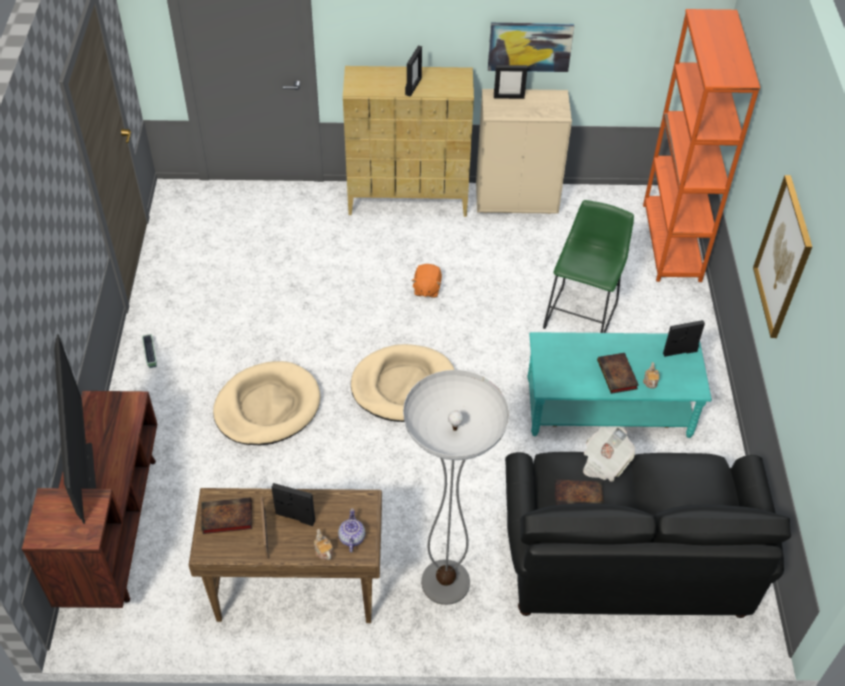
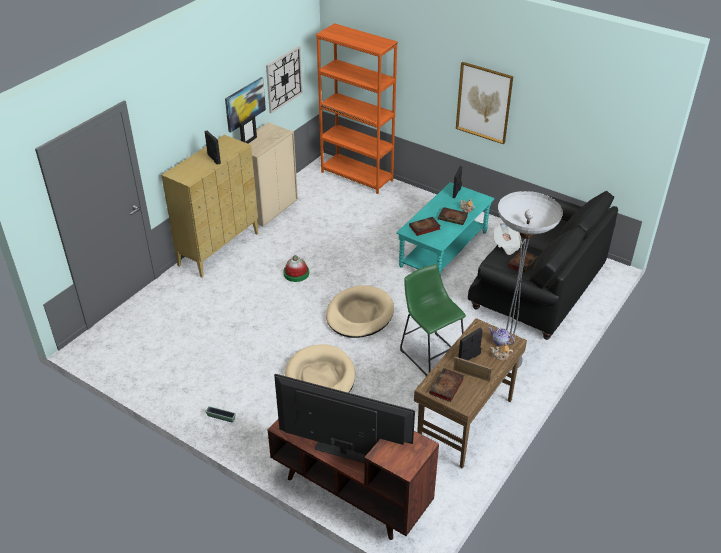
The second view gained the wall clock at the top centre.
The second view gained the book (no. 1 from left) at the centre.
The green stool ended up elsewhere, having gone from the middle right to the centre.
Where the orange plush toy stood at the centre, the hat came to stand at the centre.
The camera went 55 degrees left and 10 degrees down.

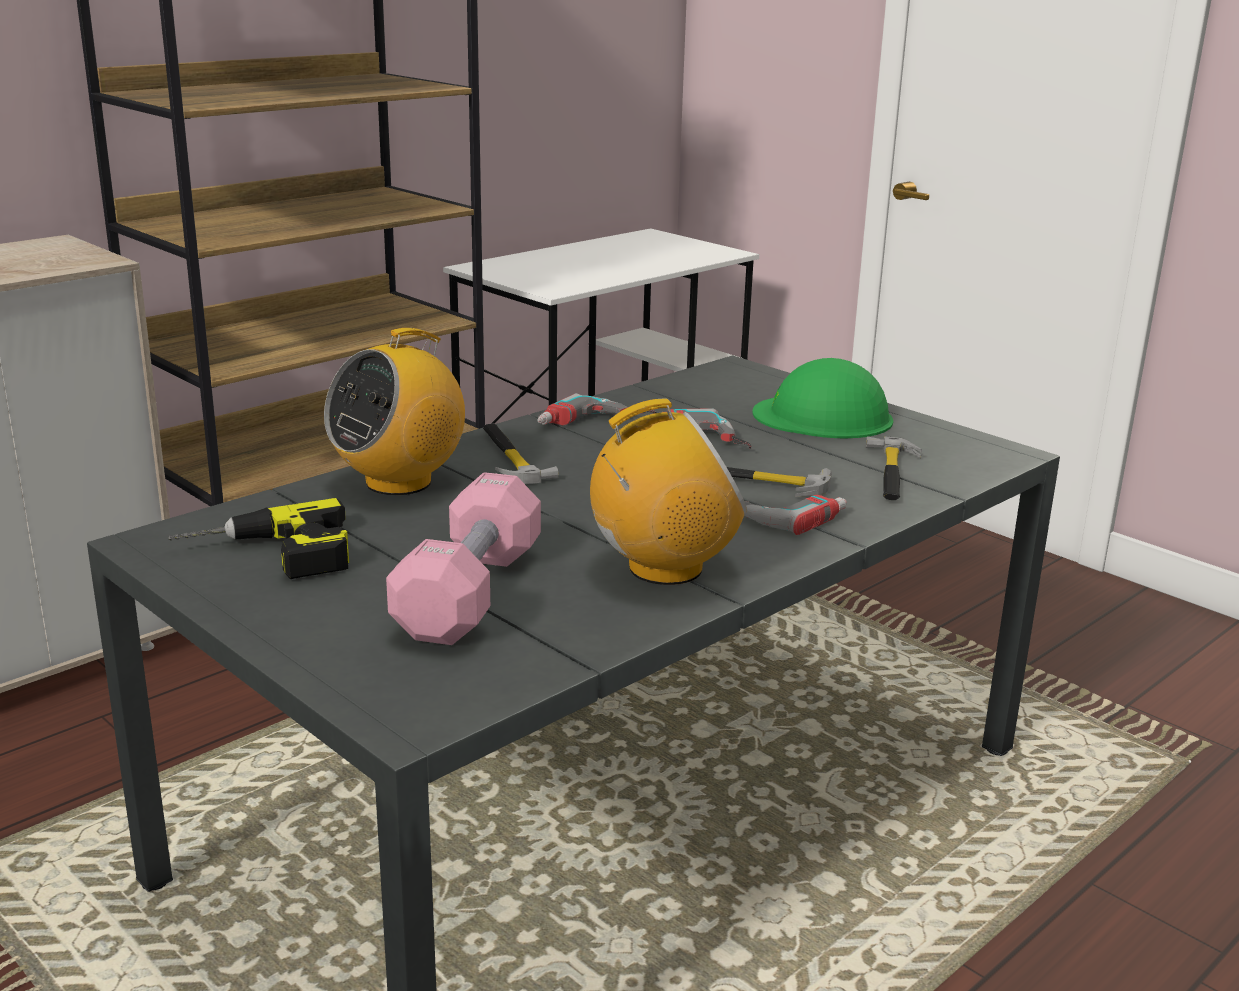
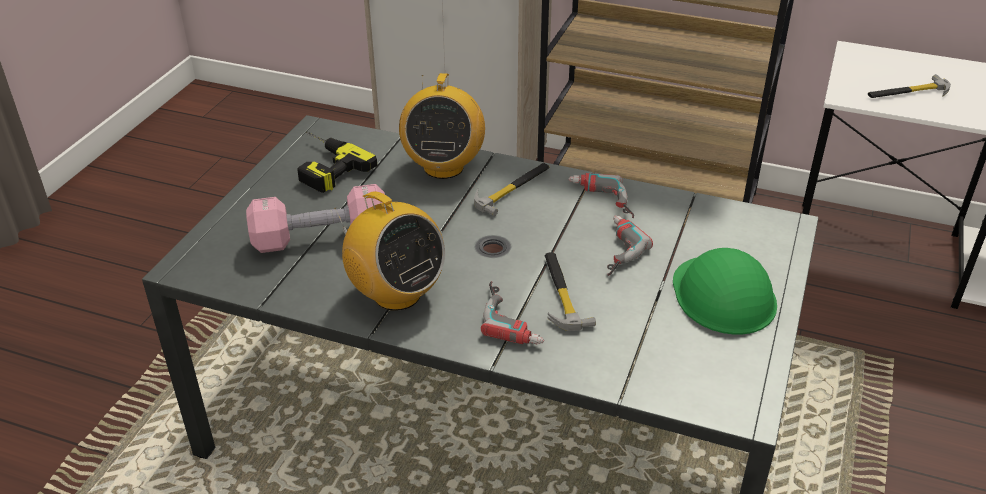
The hammer (no. 3 from left) ended up elsewhere, having gone from the middle right to the top right.
The radio (no. 1 from left in the first image) at the middle left ended up facing another way, 105 degrees counterclockwise from before.
The camera went 65 degrees right and 15 degrees up.

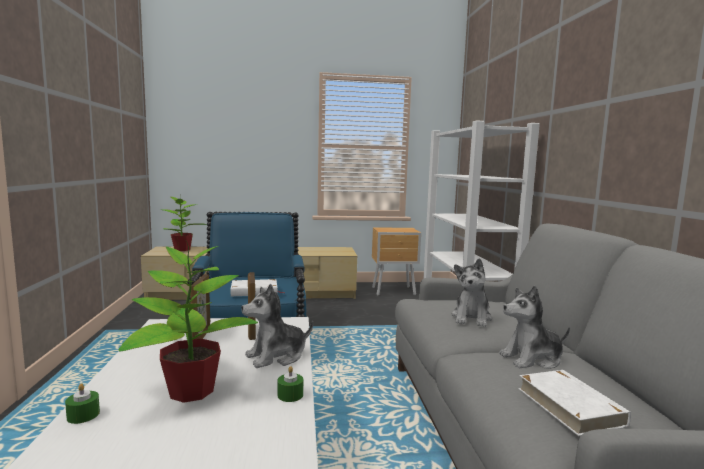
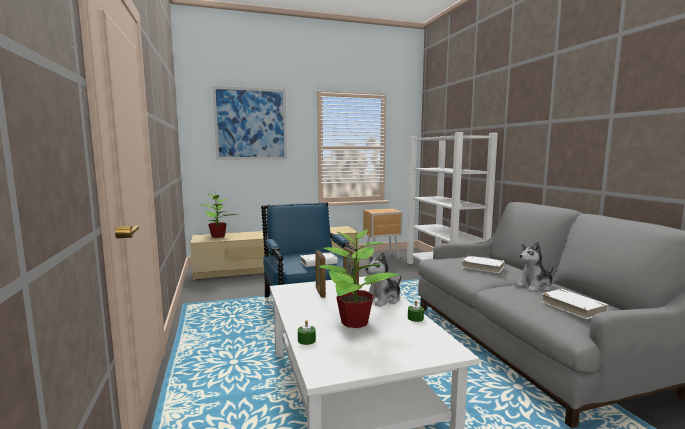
The second view gained the picture at the top centre.
Where the plush toy (no. 2 from left) stood at the middle right, the white book (no. 2 from left) came to stand at the middle right.
The camera went 10 degrees left and 0 degrees up.

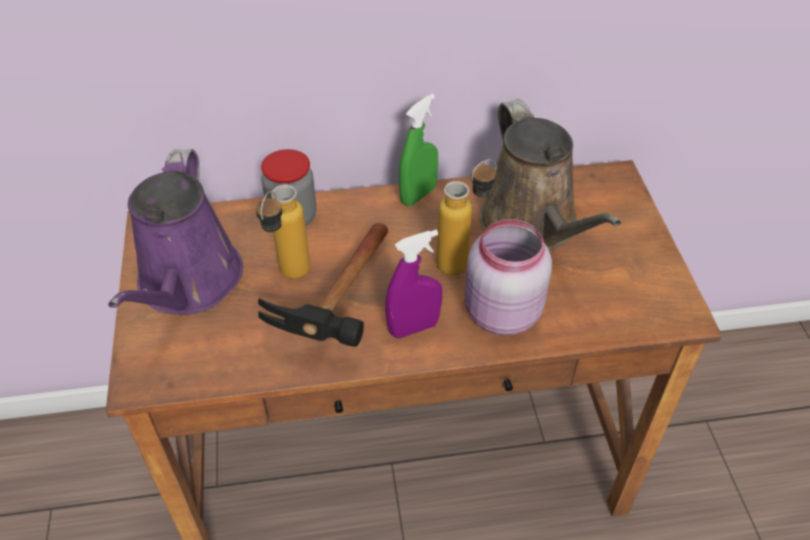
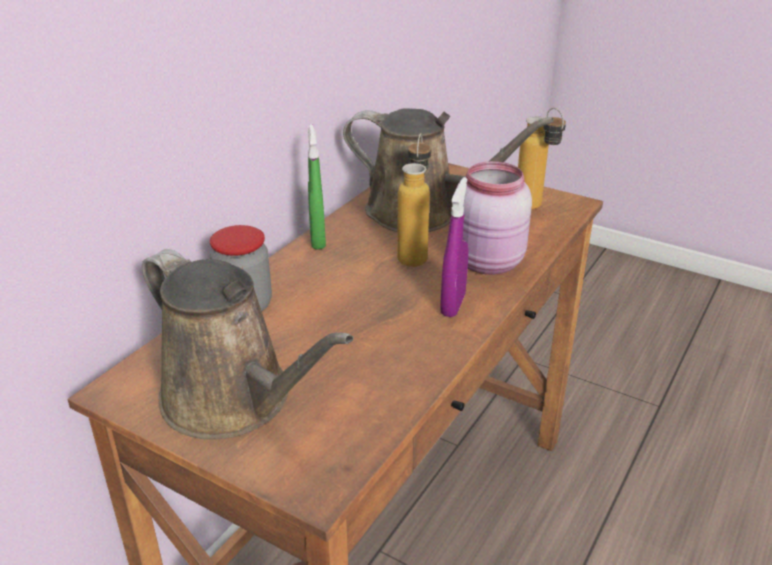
The second view lost the hammer at the centre.
The bottle (no. 1 from left in the first image) ended up elsewhere, having gone from the centre to the top right.
What was the purple watering can at the middle left turned into the brown watering can (no. 1 from left) at the middle left.
The camera went 50 degrees left and 15 degrees down.

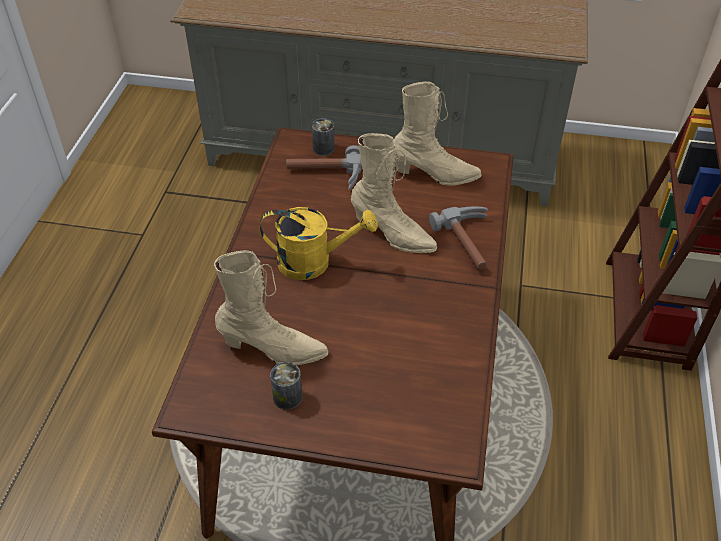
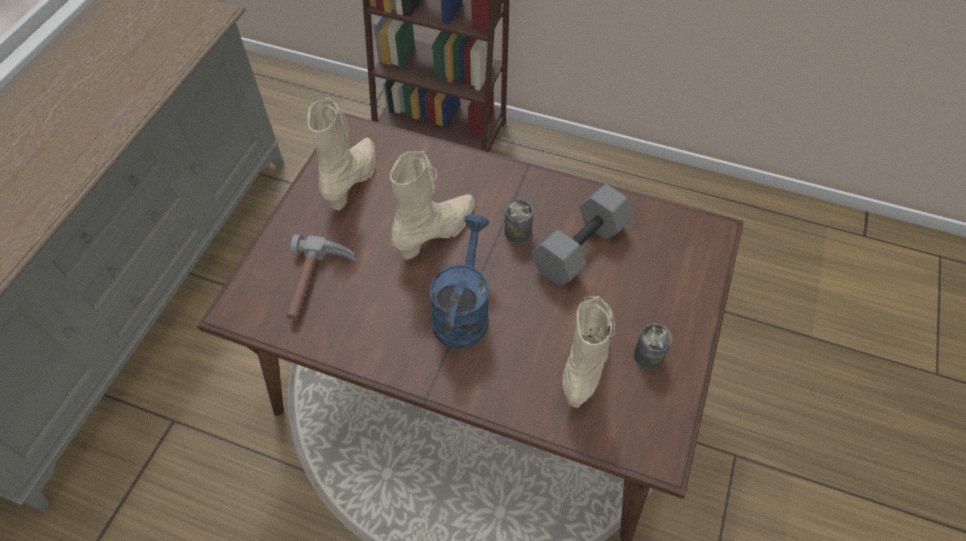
The second view lost the hammer (no. 2 from left) at the centre.
The second view gained the grey dumbbell at the centre.
The can (no. 2 from left in the first image) ended up elsewhere, having gone from the top centre to the centre.
What was the yellow watering can at the centre turned into the blue watering can at the centre.
The camera went 80 degrees left and 10 degrees up.

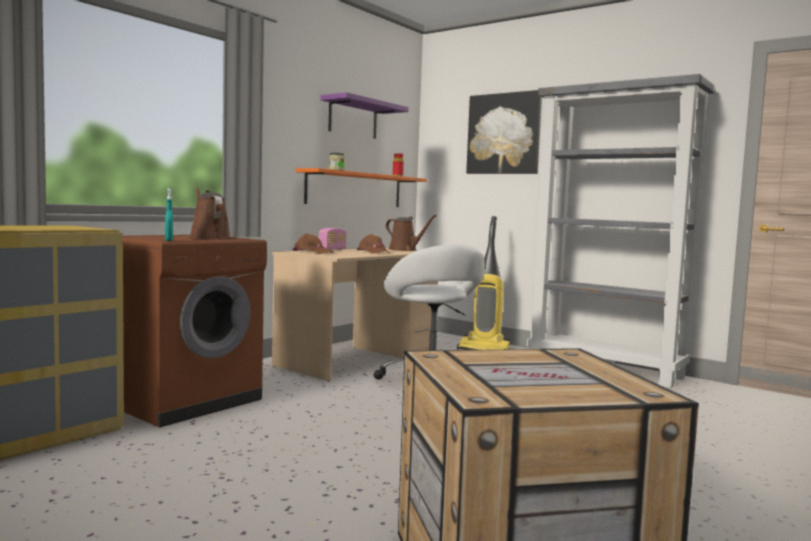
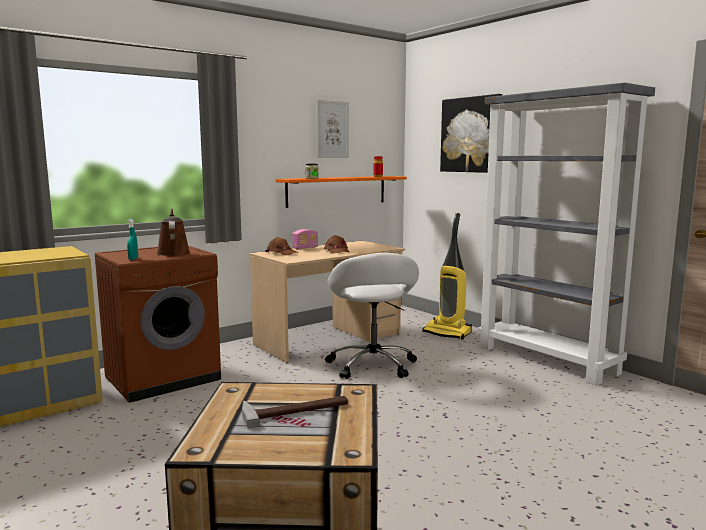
The second view lost the brown watering can (no. 2 from left) at the centre.
The second view gained the hammer at the bottom centre.
Where the purple shelf hung at the top centre, the picture (no. 1 from left) came to hang at the top centre.
The camera went 15 degrees right and 5 degrees up.

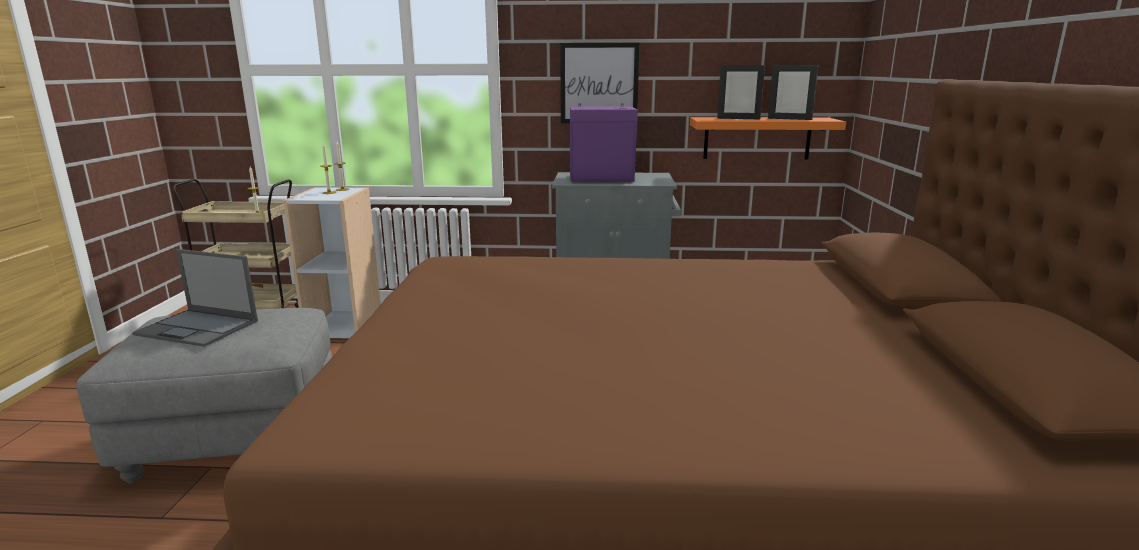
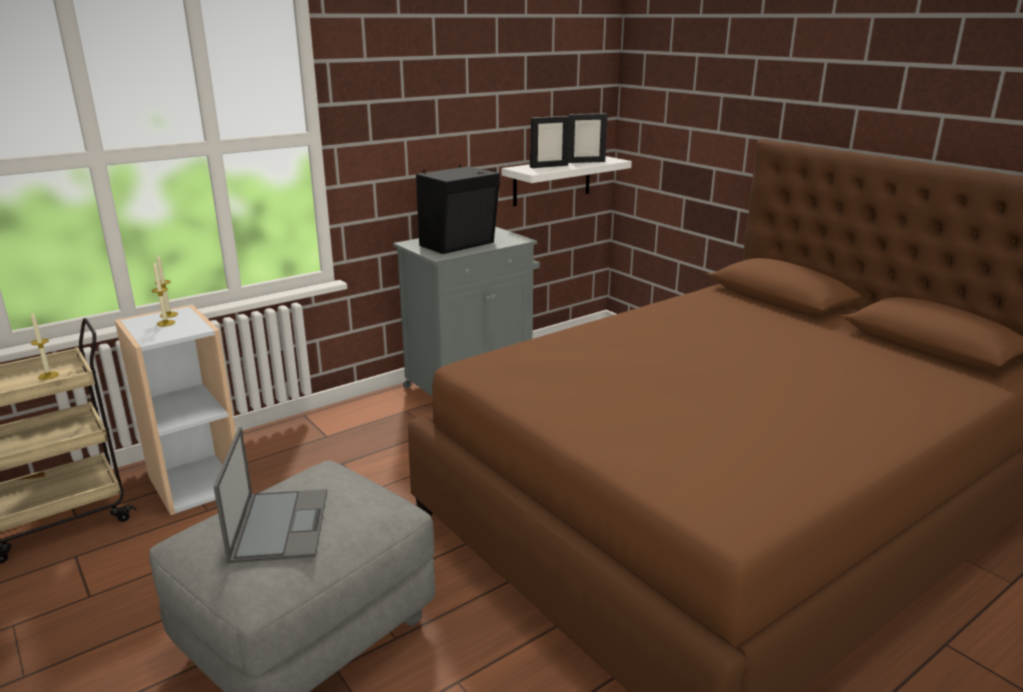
The second view lost the picture at the top centre.
What was the purple speaker at the top centre turned into the black speaker at the top centre.
What was the orange shelf at the top right turned into the white shelf at the top centre.
The laptop at the middle left ended up facing another way, 75 degrees counterclockwise from before.
The camera went 40 degrees left and 5 degrees up.

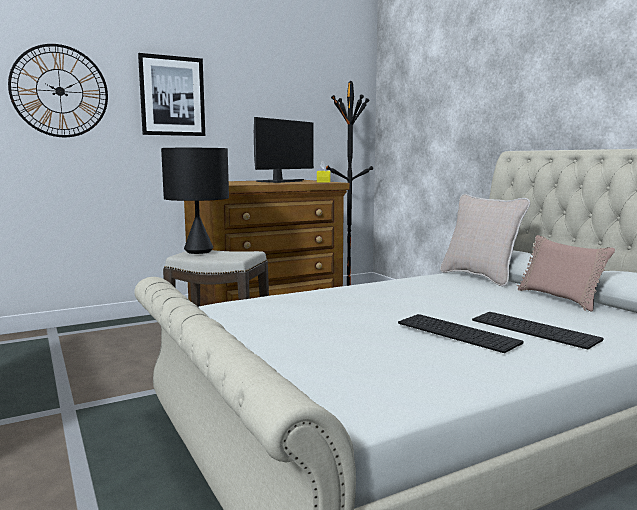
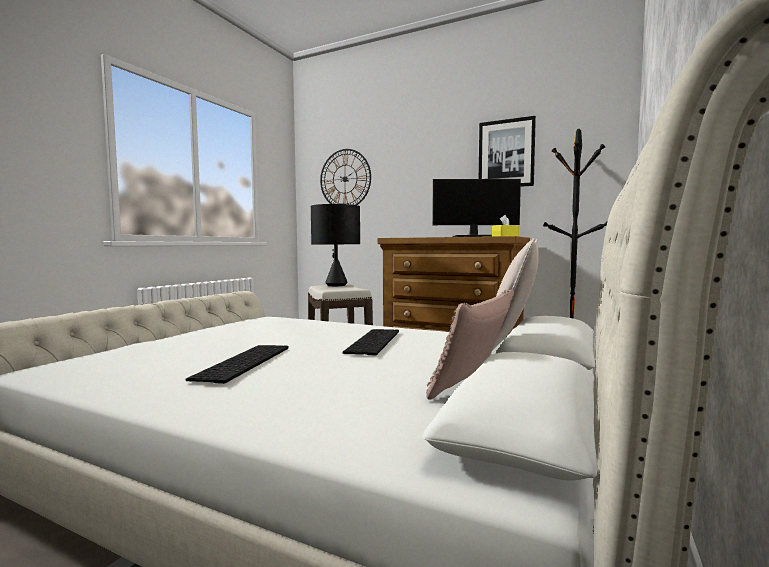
The picture ended up elsewhere, having gone from the top left to the top centre.
The keyboard (no. 2 from left) ended up elsewhere, having gone from the middle right to the centre.
The camera went 55 degrees right and 5 degrees down.

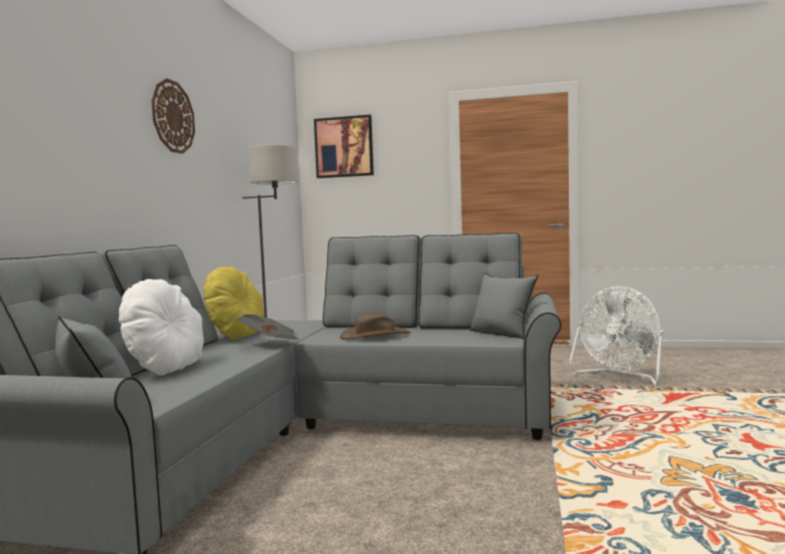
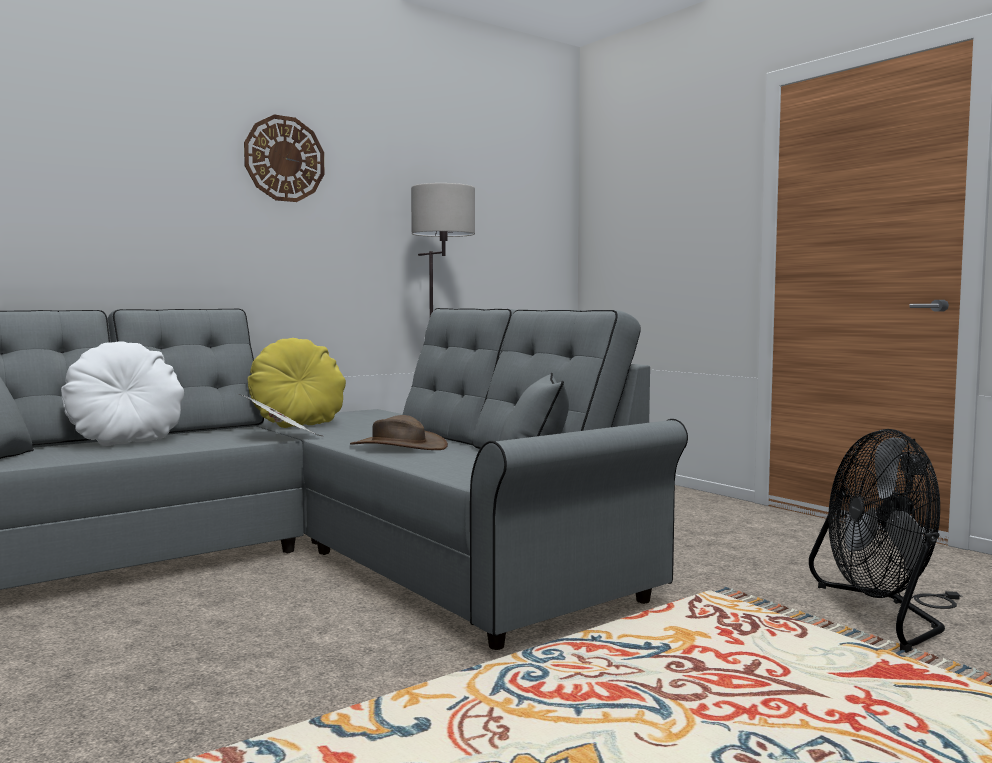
The second view lost the picture at the top centre.
What was the white fan at the middle right turned into the black fan at the bottom right.
The camera went 40 degrees right and 0 degrees up.

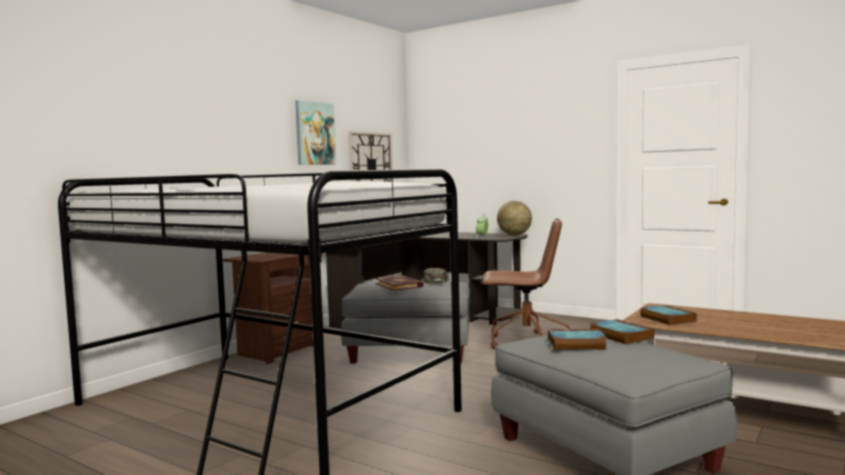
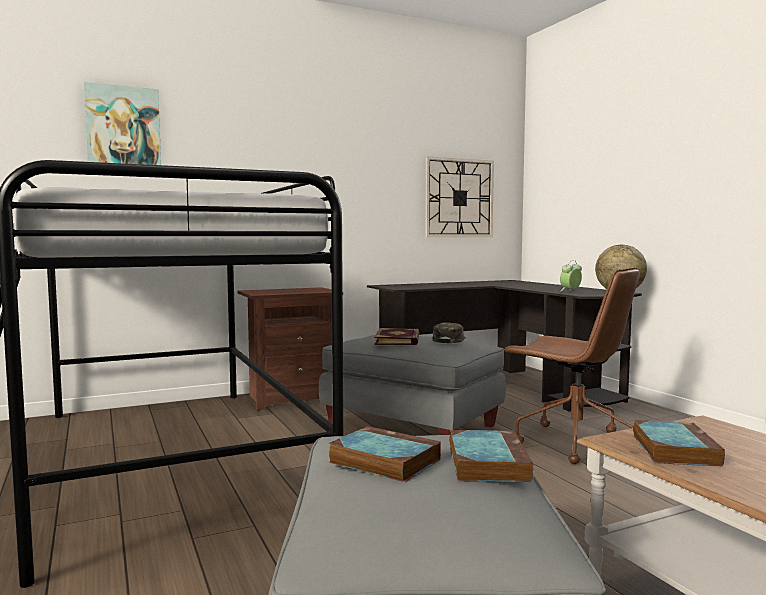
The picture ended up elsewhere, having gone from the top centre to the top left.
The camera went 30 degrees right and 0 degrees up.

